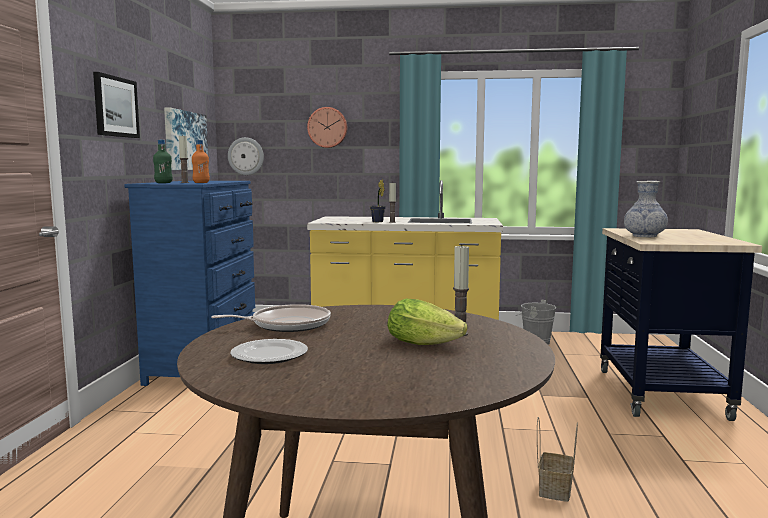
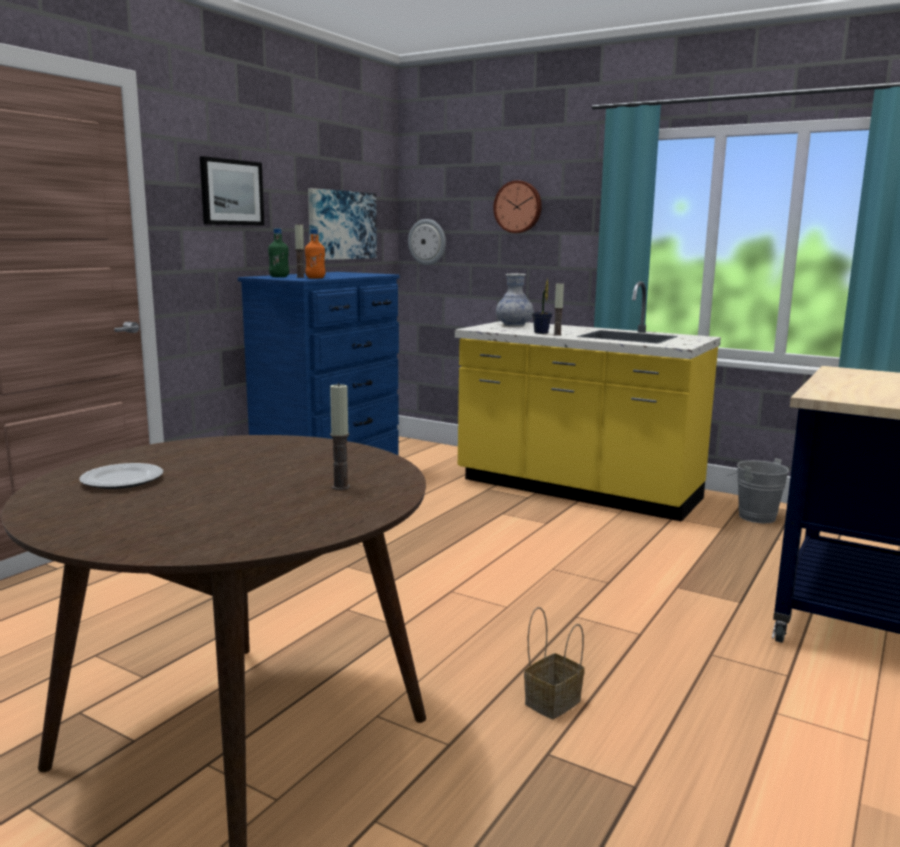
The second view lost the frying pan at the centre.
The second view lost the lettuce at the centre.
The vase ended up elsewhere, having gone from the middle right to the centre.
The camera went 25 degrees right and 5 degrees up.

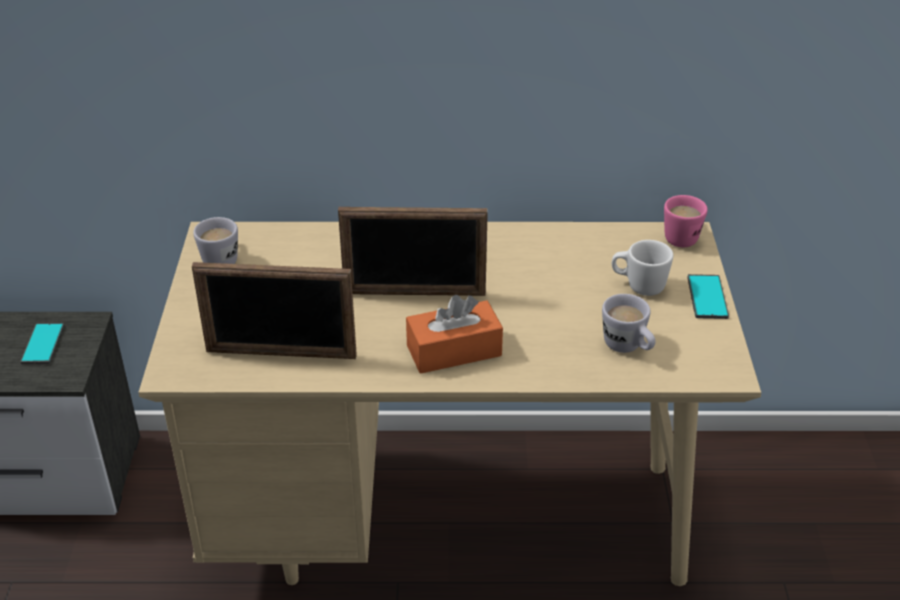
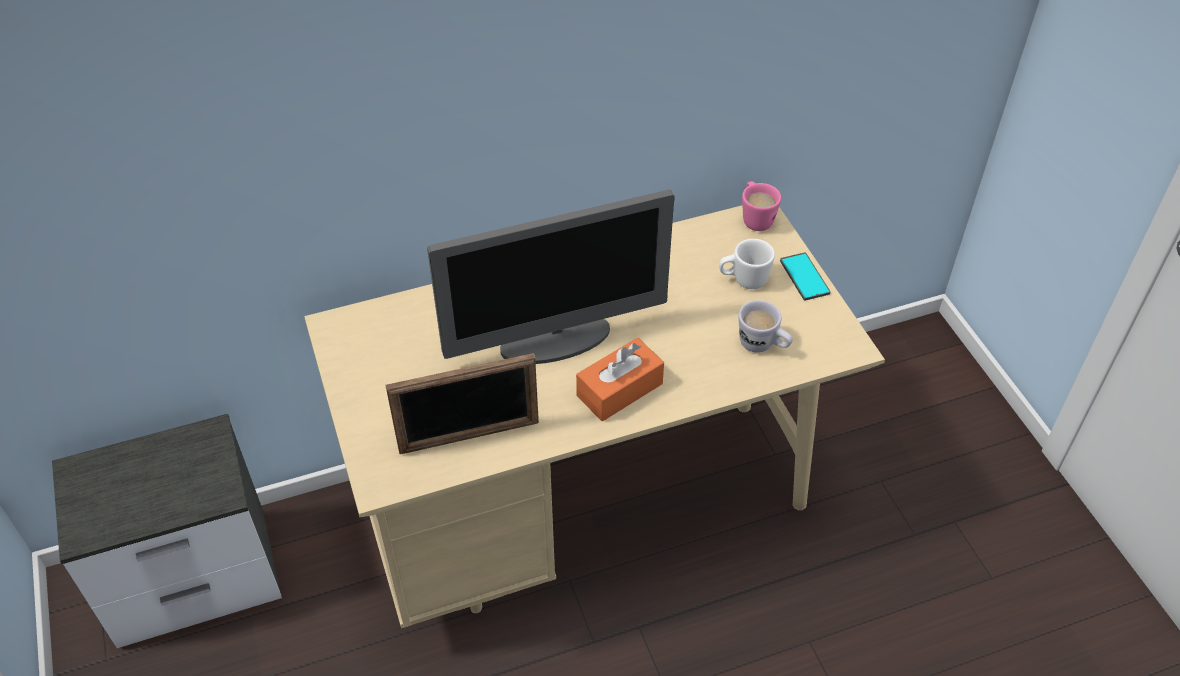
The second view lost the phone (no. 1 from left) at the middle left.
The second view lost the white mug (no. 1 from left) at the middle left.
Where the picture frame (no. 2 from left) stood at the centre, the monitor came to stand at the centre.
The camera went 20 degrees left and 10 degrees up.

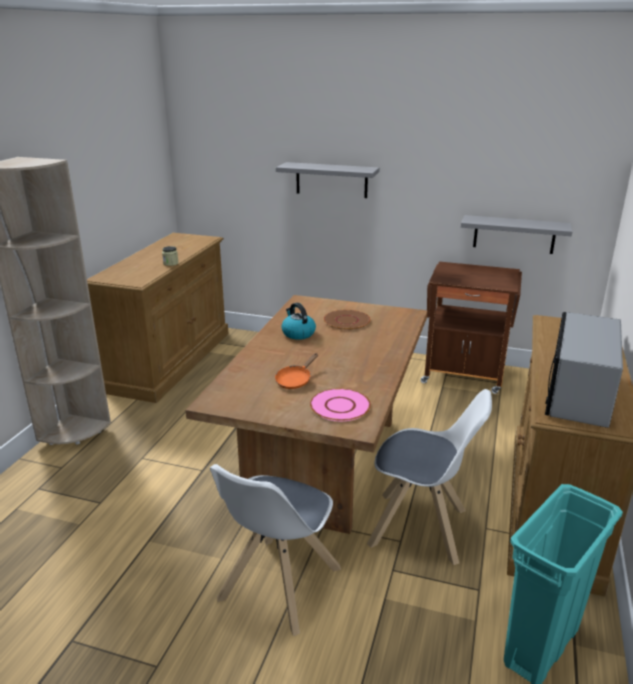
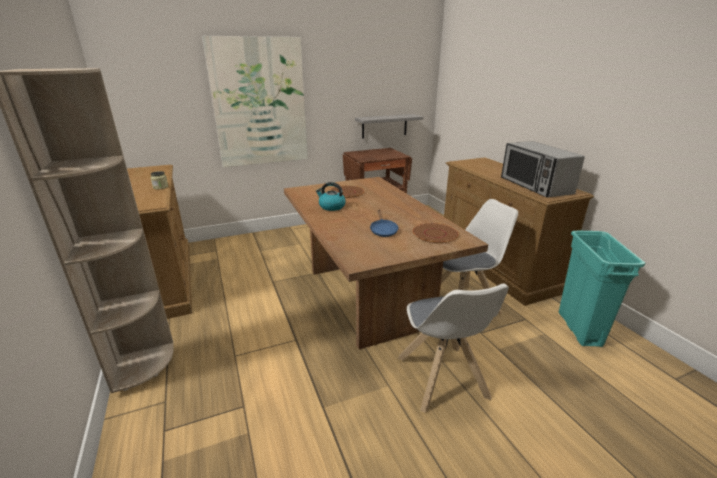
Where the grey shelf (no. 1 from left) hung at the top centre, the picture came to hang at the top centre.
What was the orange frying pan at the centre turned into the blue frying pan at the centre.
What was the pink plate at the centre turned into the brown plate (no. 2 from left) at the centre.
The camera went 40 degrees left and 0 degrees up.

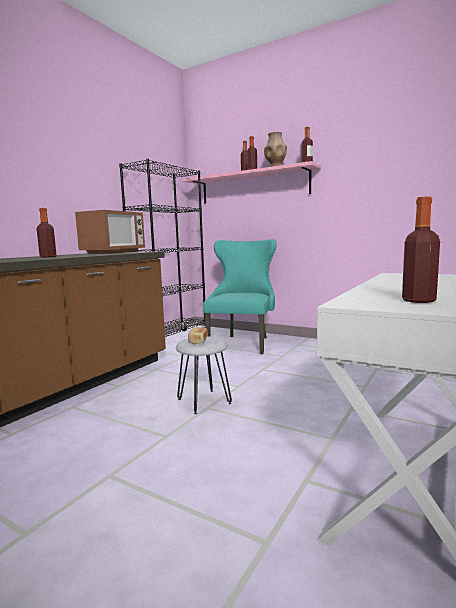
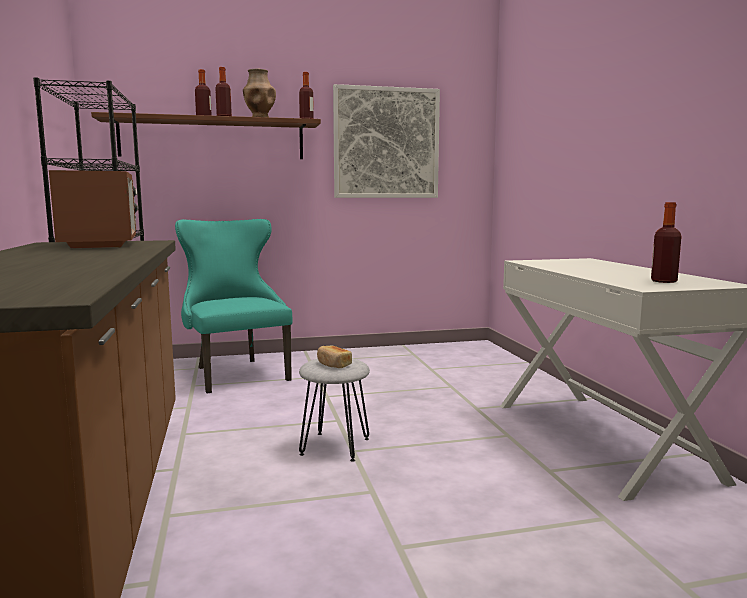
The second view lost the bottle (no. 1 from left) at the middle left.
The second view gained the picture at the top centre.
What was the pink shelf at the top centre turned into the brown shelf at the top left.
The camera went 45 degrees left and 0 degrees up.

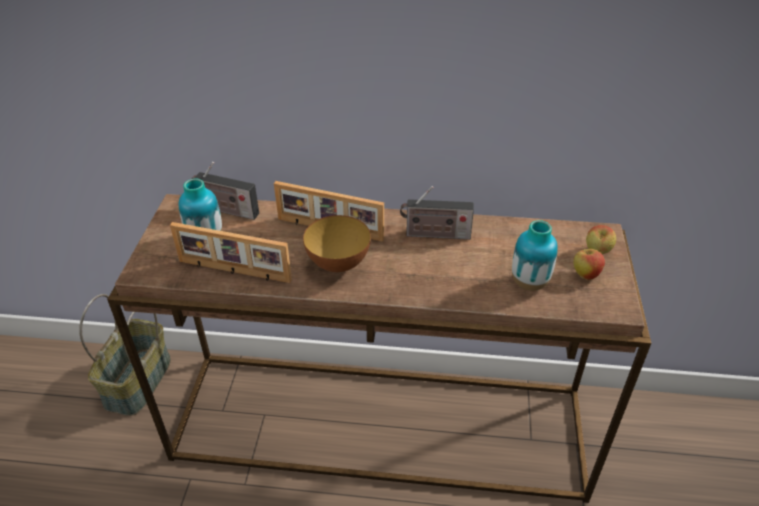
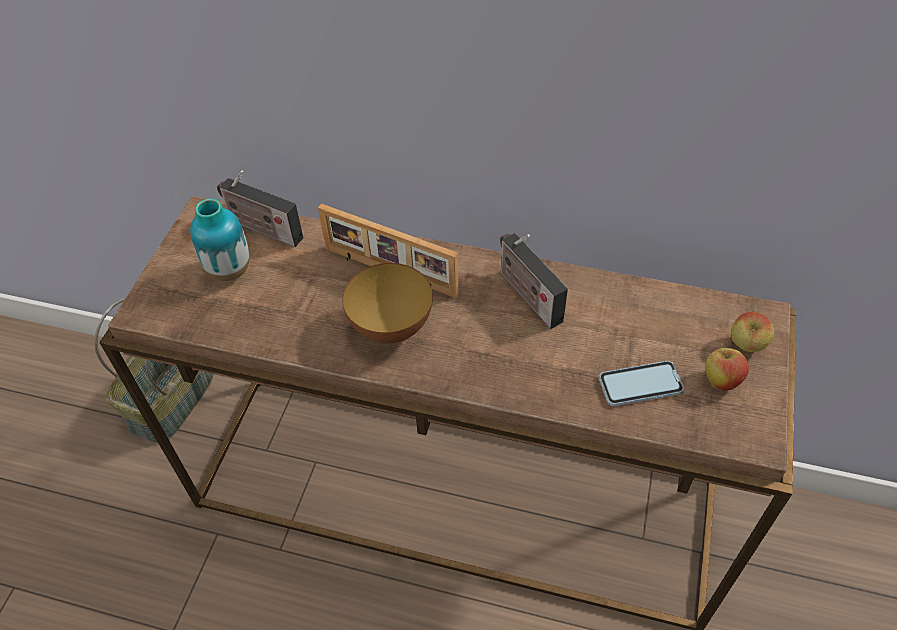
The second view lost the picture frame (no. 1 from left) at the middle left.
Where the vase (no. 2 from left) stood at the middle right, the phone came to stand at the middle right.
The radio (no. 2 from left) at the centre ended up facing another way, 45 degrees clockwise from before.
The camera went 10 degrees right and 10 degrees up.

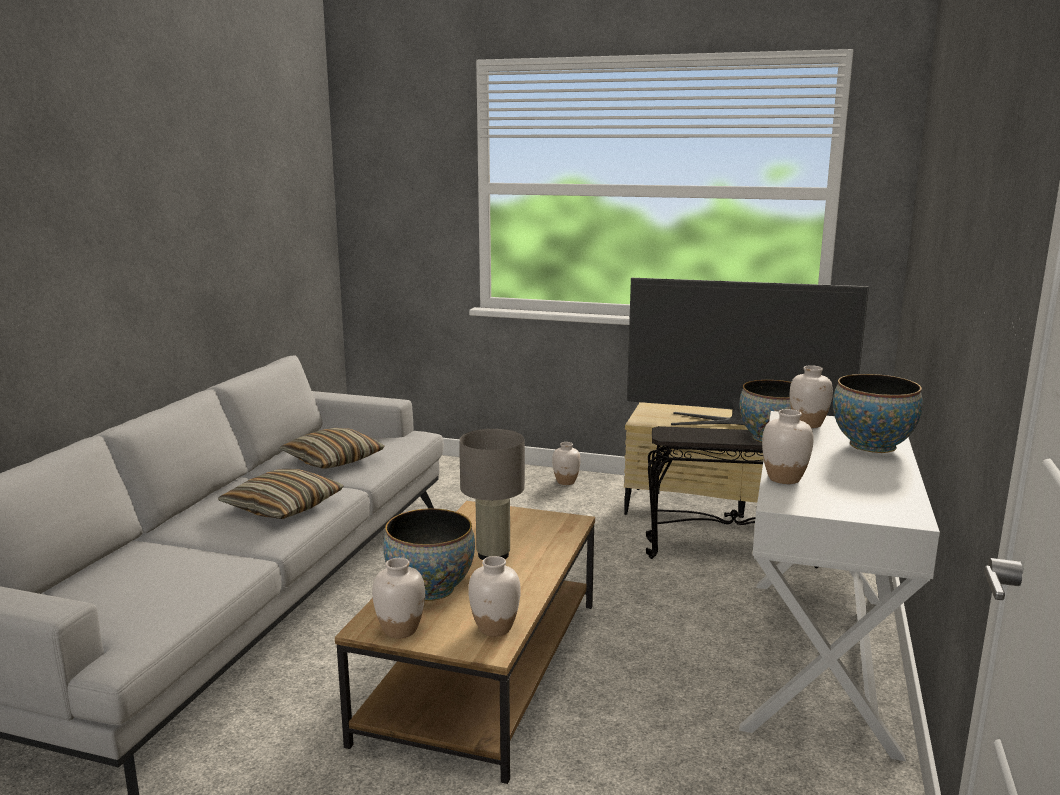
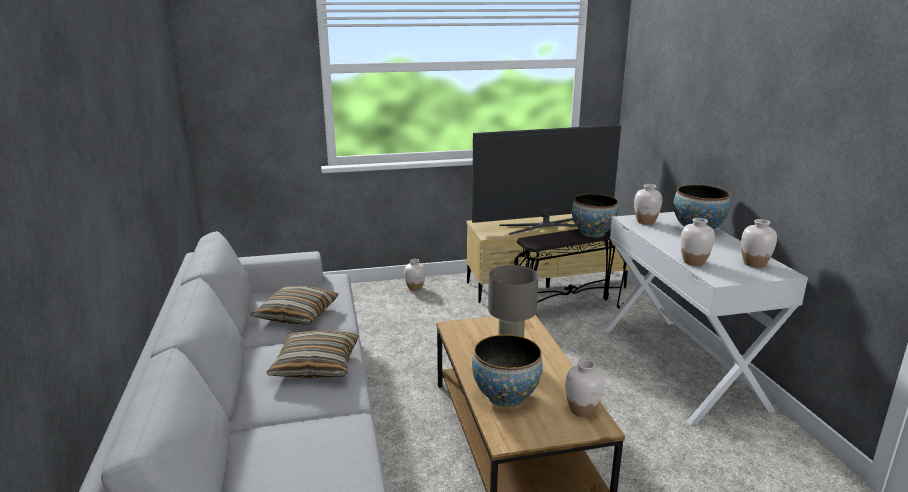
The white vase (no. 1 from left in the first image) ended up elsewhere, having gone from the bottom centre to the middle right.
The camera went 30 degrees left and 5 degrees up.

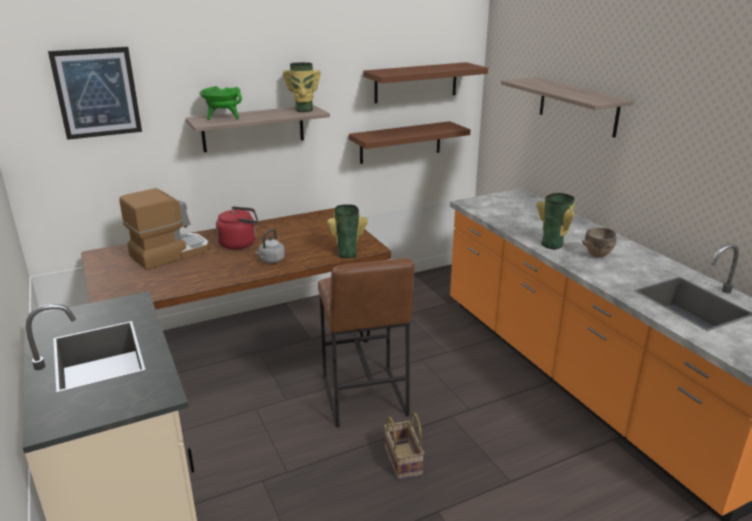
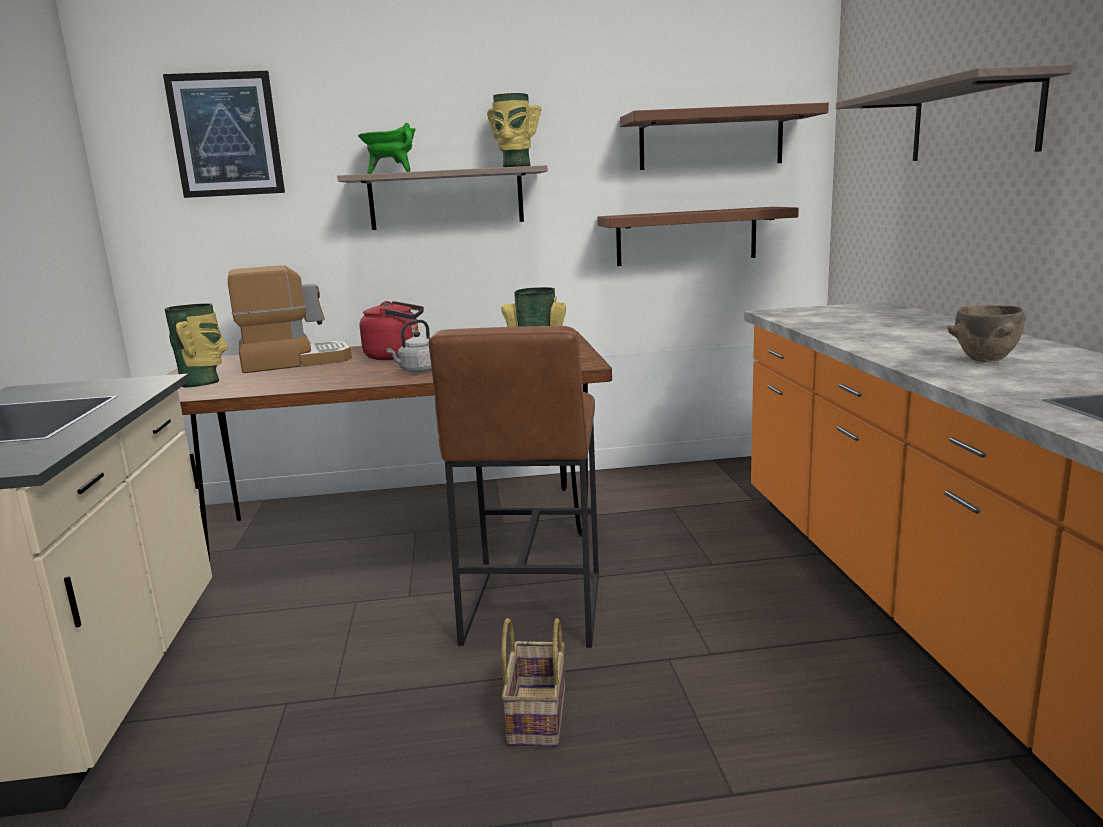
The vase (no. 3 from left in the first image) ended up elsewhere, having gone from the middle right to the middle left.
The camera went 20 degrees right and 10 degrees down.

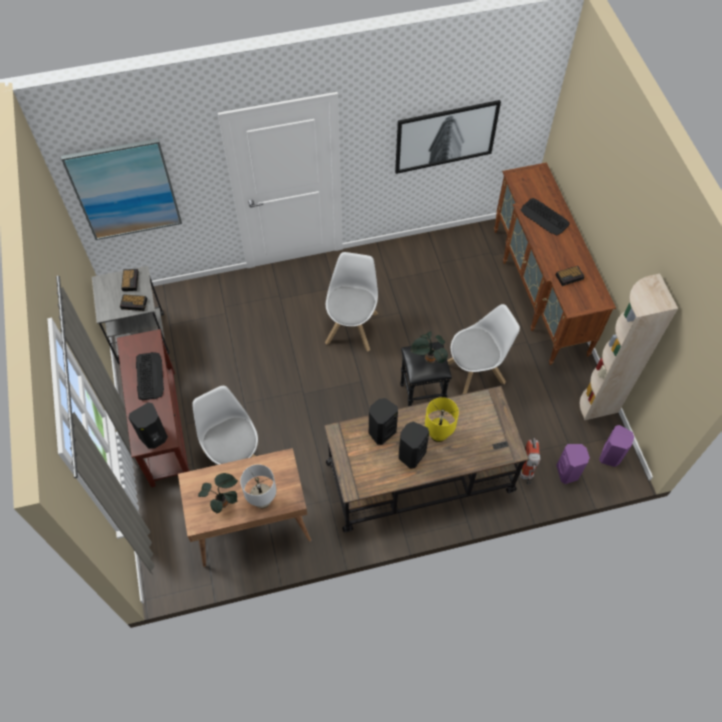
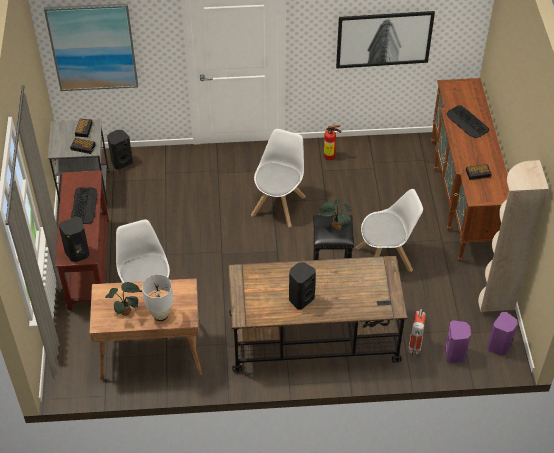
The second view lost the yellow table lamp at the centre.
The second view gained the fire extinguisher (no. 1 from left) at the top centre.
The black speaker (no. 2 from left) ended up elsewhere, having gone from the centre to the top left.
The camera went 10 degrees right and 10 degrees down.

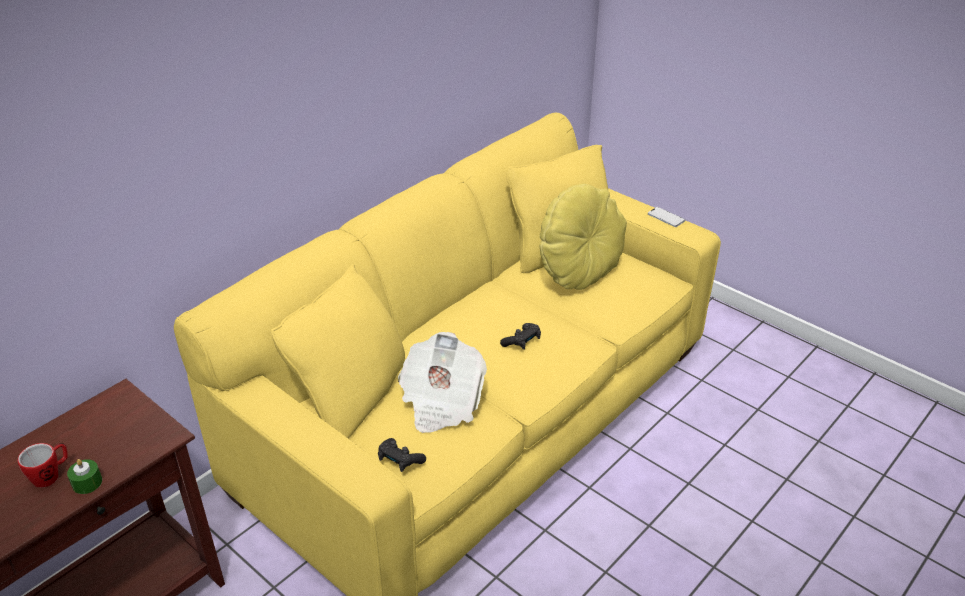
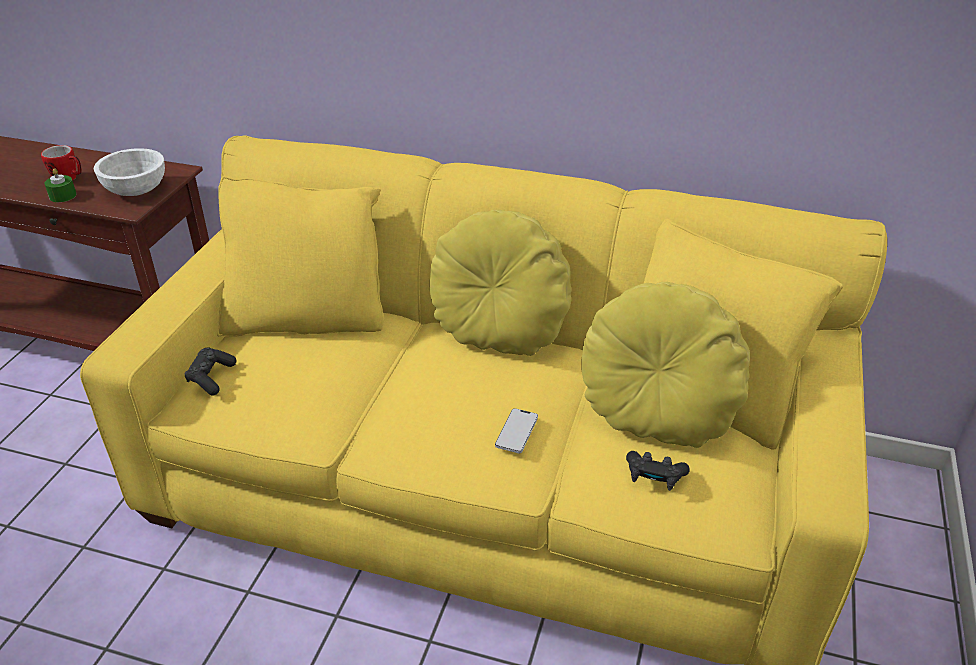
The second view lost the newspaper at the centre.
The second view gained the white bowl at the top left.
The second view gained the yellow pillow (no. 1 from left) at the centre.
The black game controller (no. 2 from left) ended up elsewhere, having gone from the centre to the bottom right.
The phone ended up elsewhere, having gone from the middle right to the centre.
The camera went 65 degrees right and 0 degrees up.

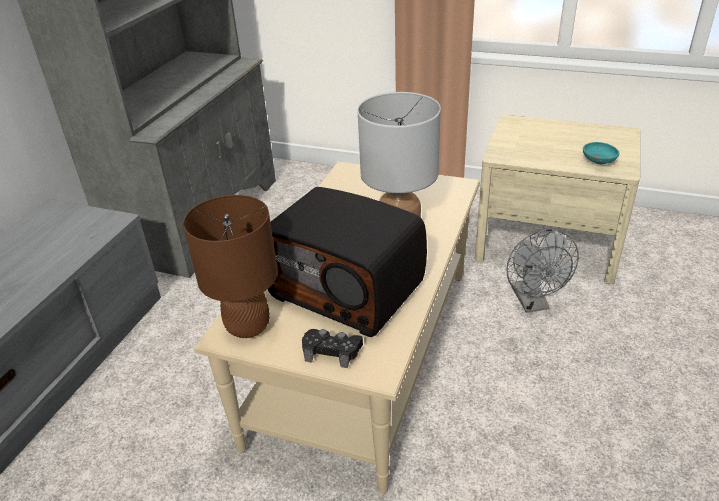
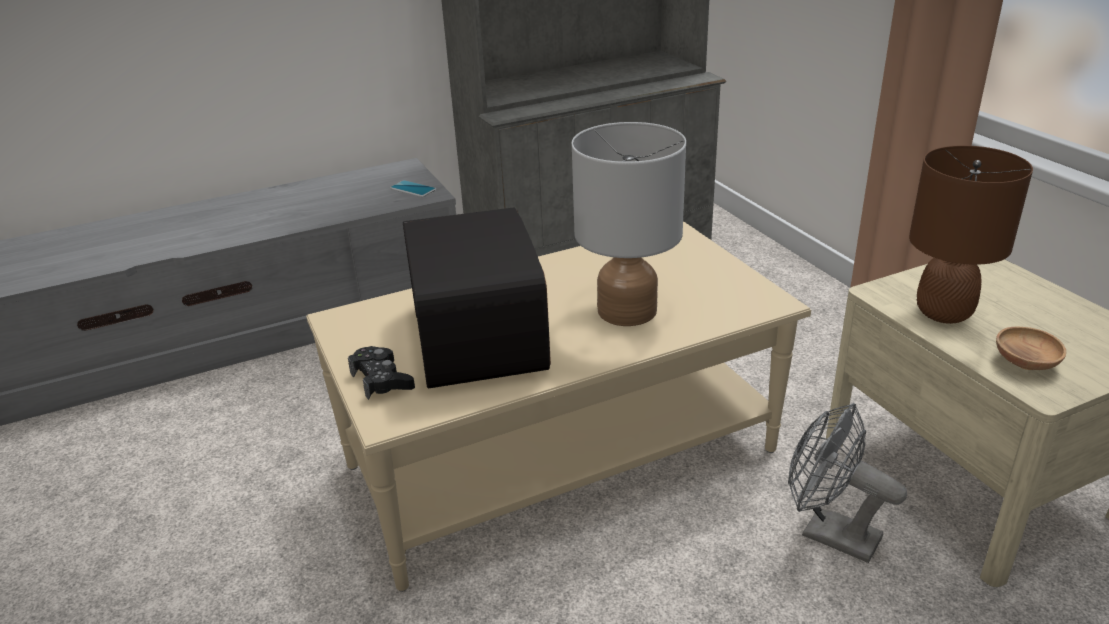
The second view gained the phone at the top centre.
The brown table lamp ended up elsewhere, having gone from the middle left to the middle right.
What was the turquoise bowl at the top right turned into the brown bowl at the middle right.
The grey fan at the middle right ended up facing another way, 90 degrees clockwise from before.
The camera went 45 degrees right and 5 degrees down.

